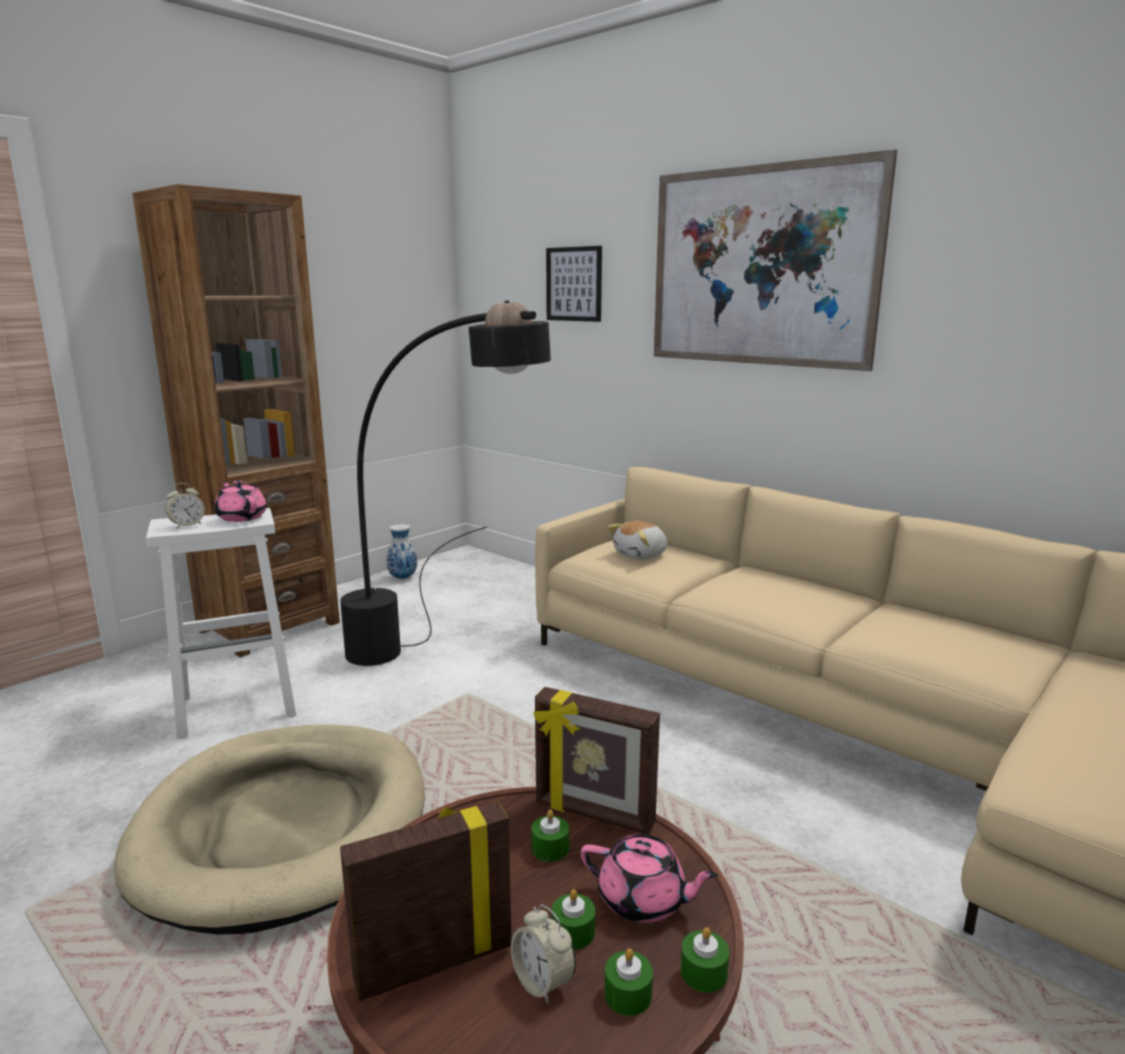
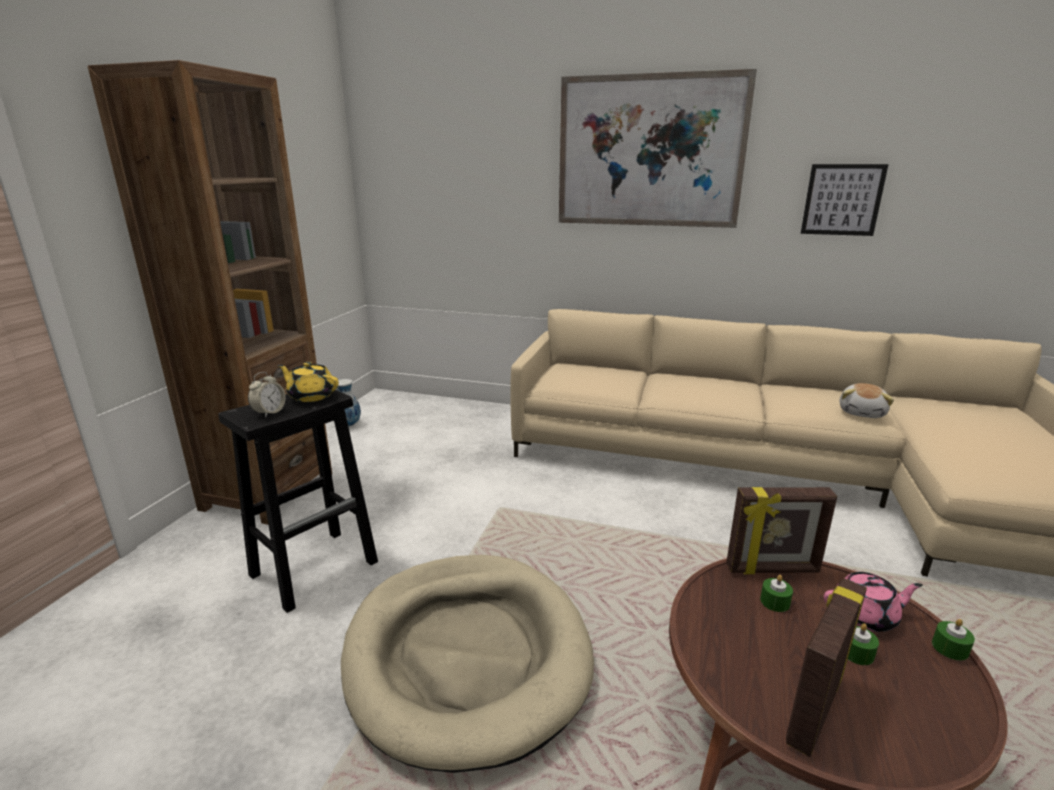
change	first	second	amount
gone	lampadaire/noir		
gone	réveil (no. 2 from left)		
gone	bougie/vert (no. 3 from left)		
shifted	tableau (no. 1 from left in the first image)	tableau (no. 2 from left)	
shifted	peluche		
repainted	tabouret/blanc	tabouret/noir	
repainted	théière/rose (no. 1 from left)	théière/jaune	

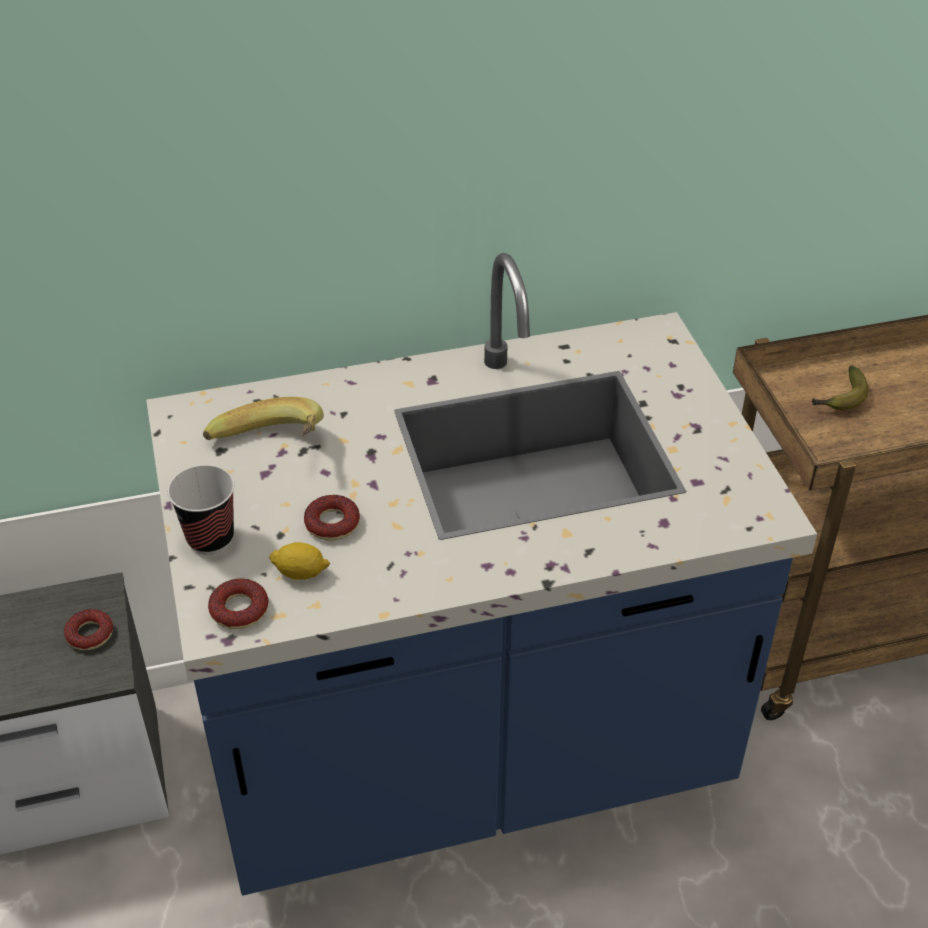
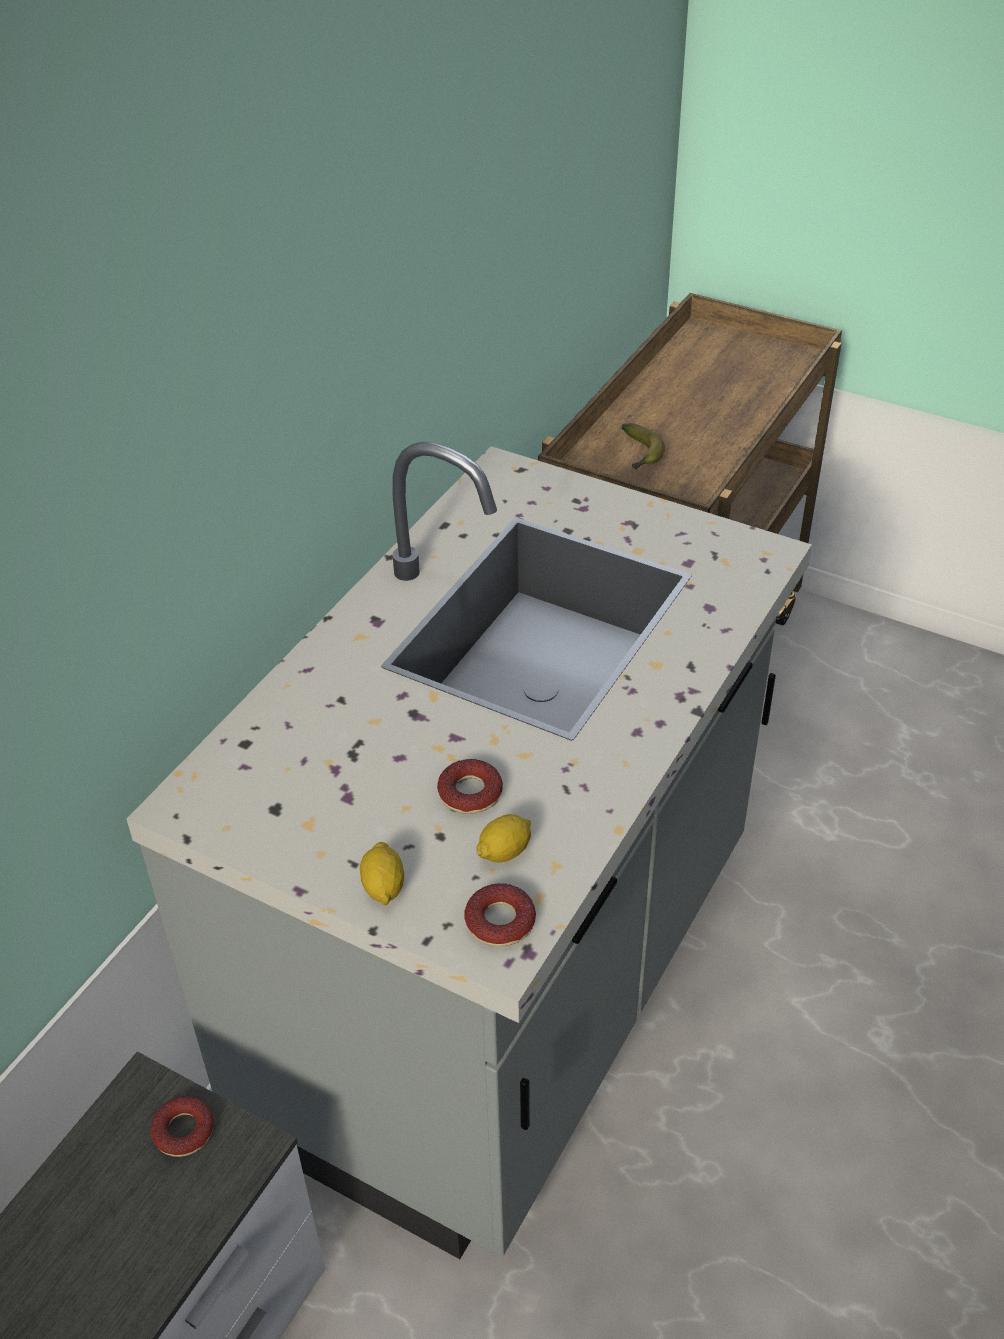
change	first	second	amount
gone	banane (no. 1 from left)		
swapped	tasse	citron (no. 1 from left)	
repainted	comptoir de cuisine/bleu	comptoir de cuisine/gris	

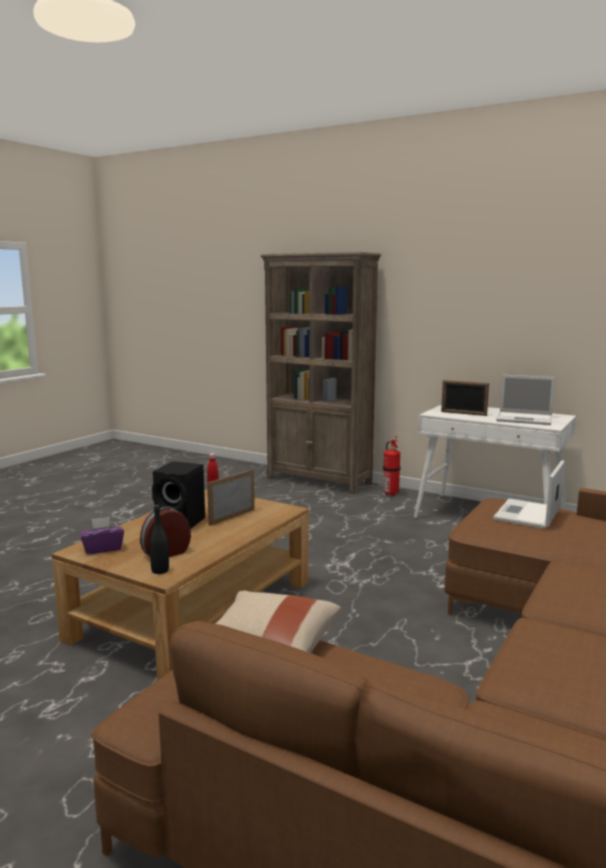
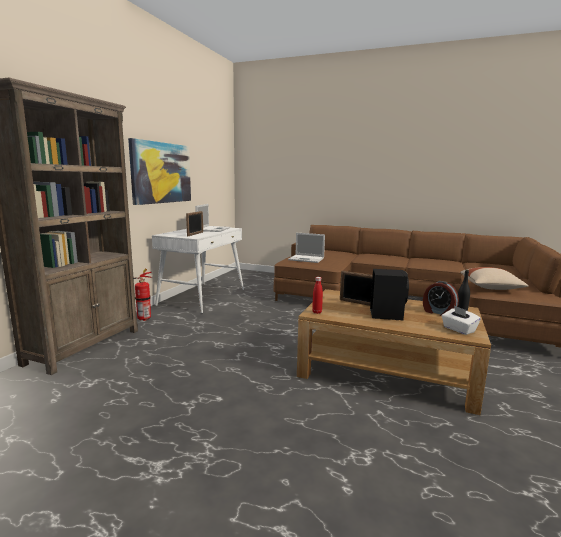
change	first	second	amount
new		tableau	
repainted	boîte à mouchoirs/violet	boîte à mouchoirs/blanc	

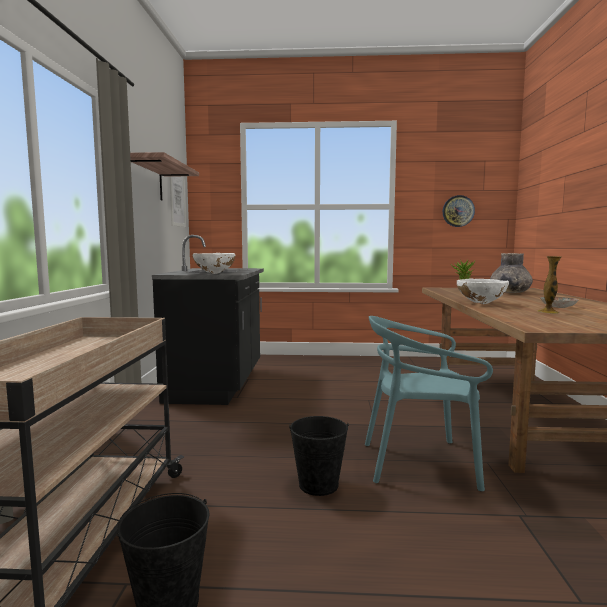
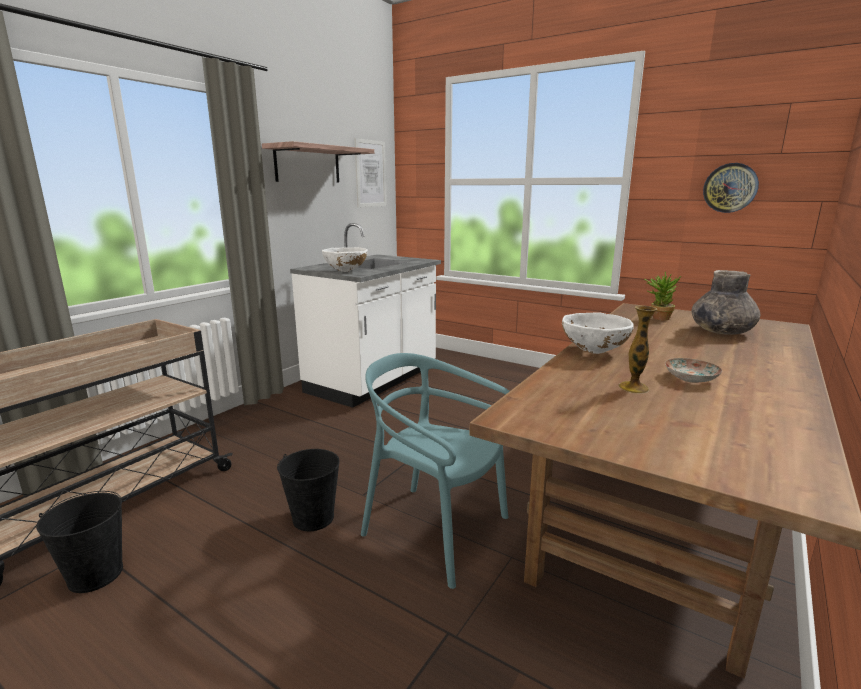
change	first	second	amount
repainted	comptoir de cuisine/noir	comptoir de cuisine/blanc	

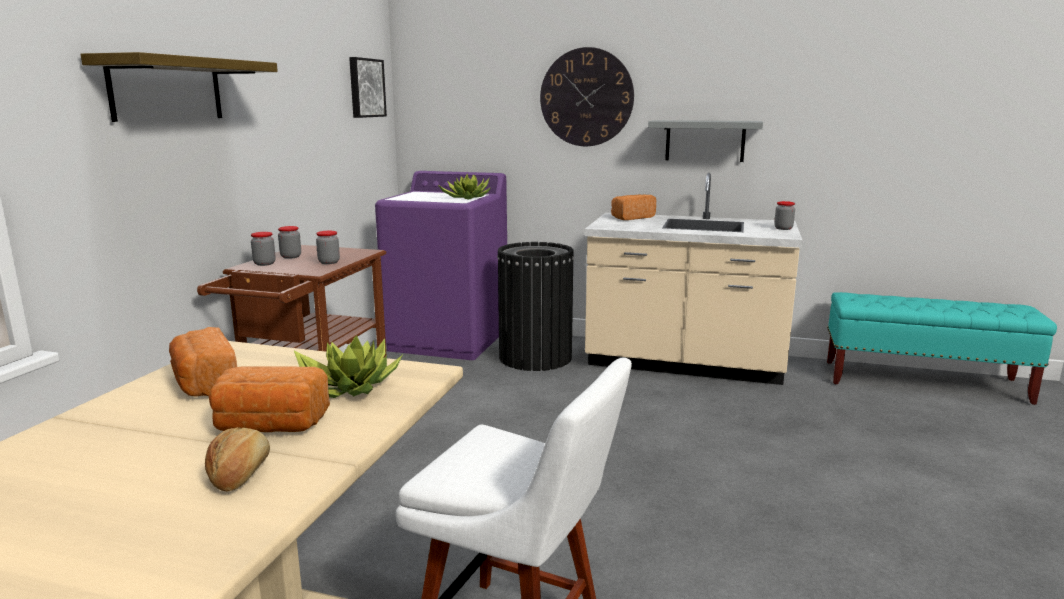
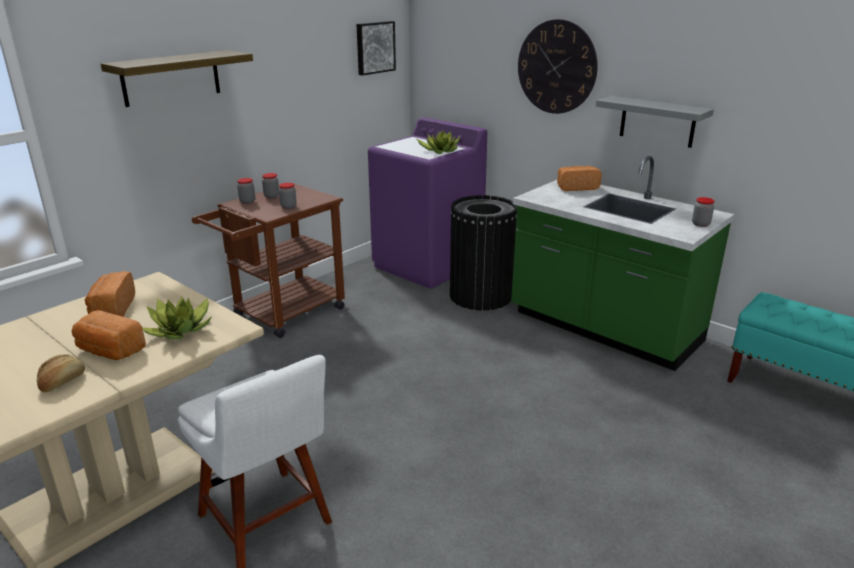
change	first	second	amount
repainted	comptoir de cuisine/beige	comptoir de cuisine/vert	

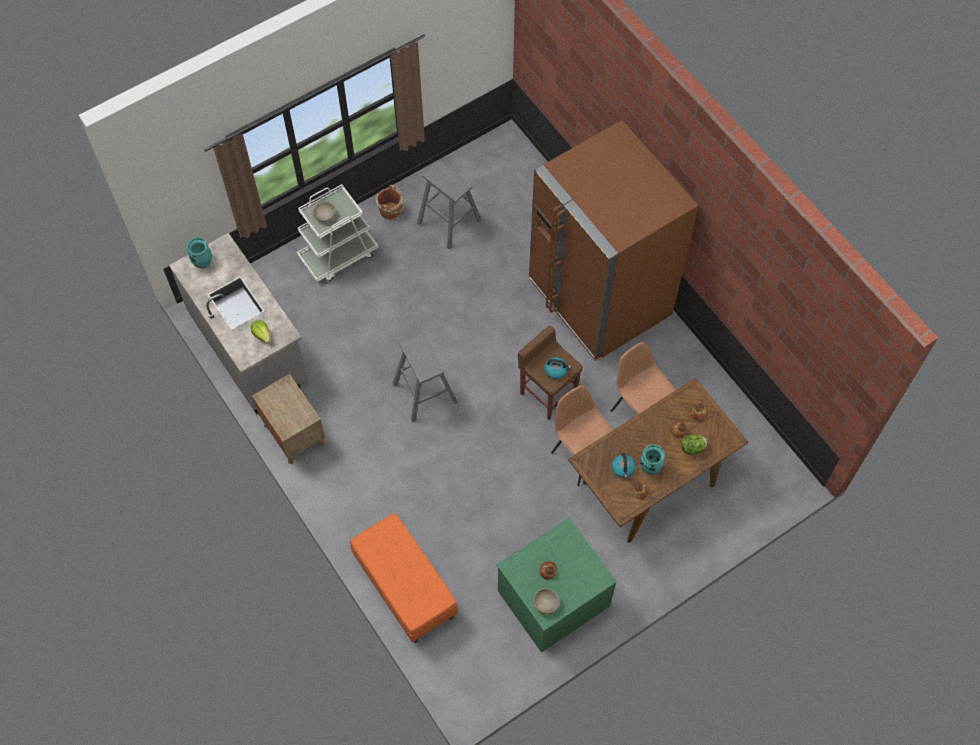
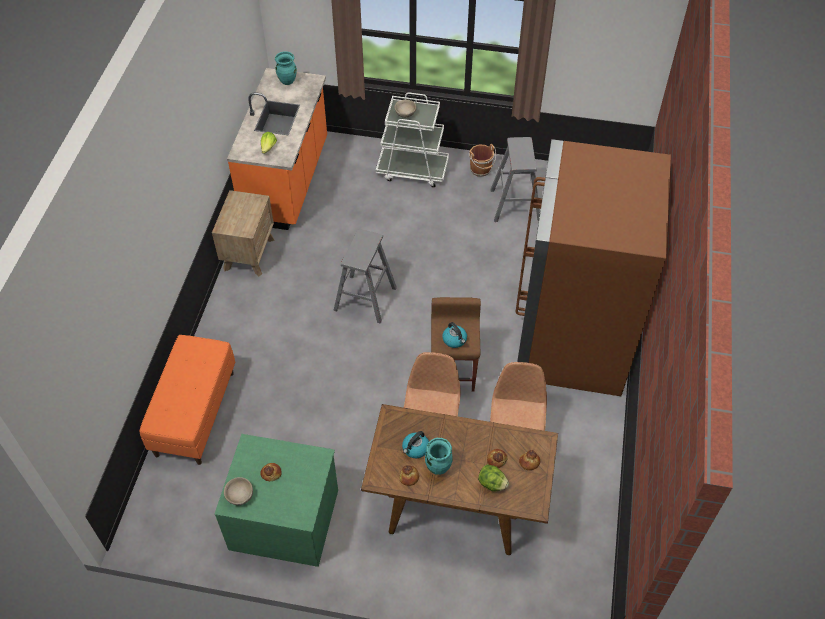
change	first	second	amount
repainted	comptoir de cuisine/gris	comptoir de cuisine/orange	

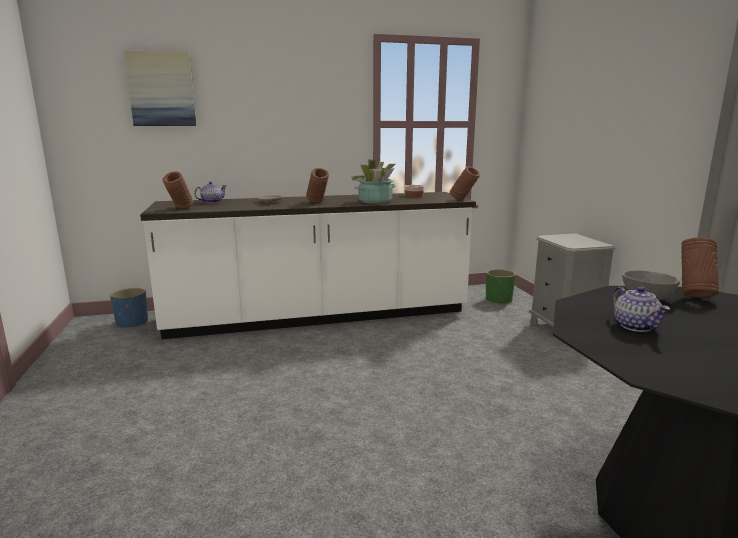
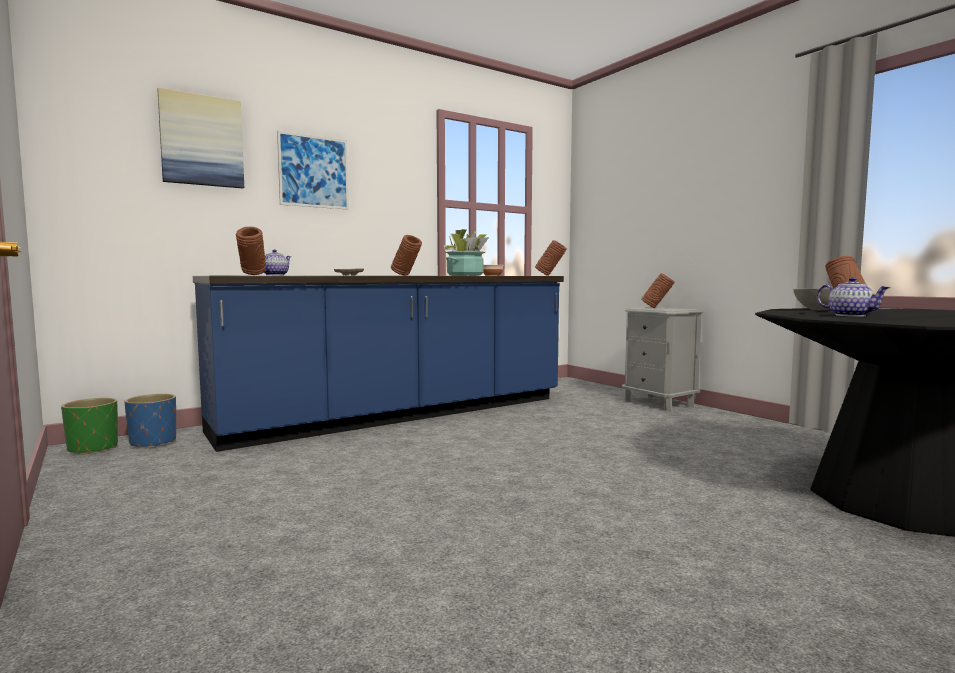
change	first	second	amount
new		tableau (no. 2 from left)	
new		vase/marron (no. 4 from left)	
shifted	cache-pot/vert		
repainted	comptoir de cuisine/blanc	comptoir de cuisine/bleu	

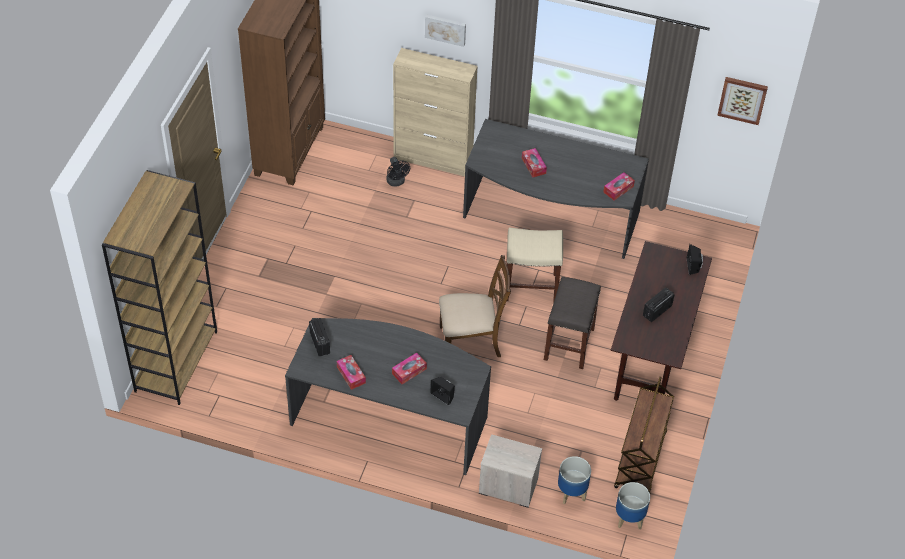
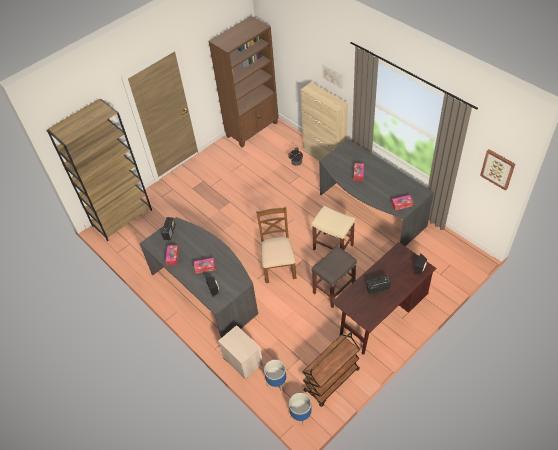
change	first	second	amount
rotated	chaise/marron		120 degrees counterclockwise

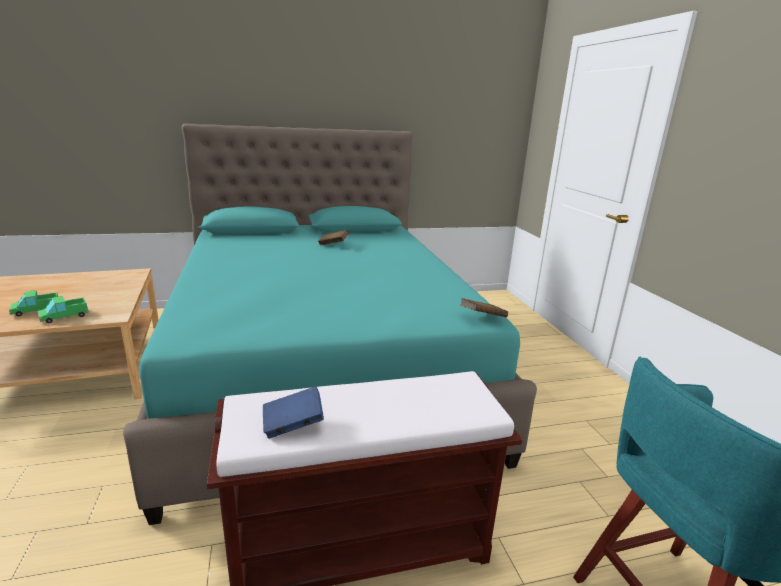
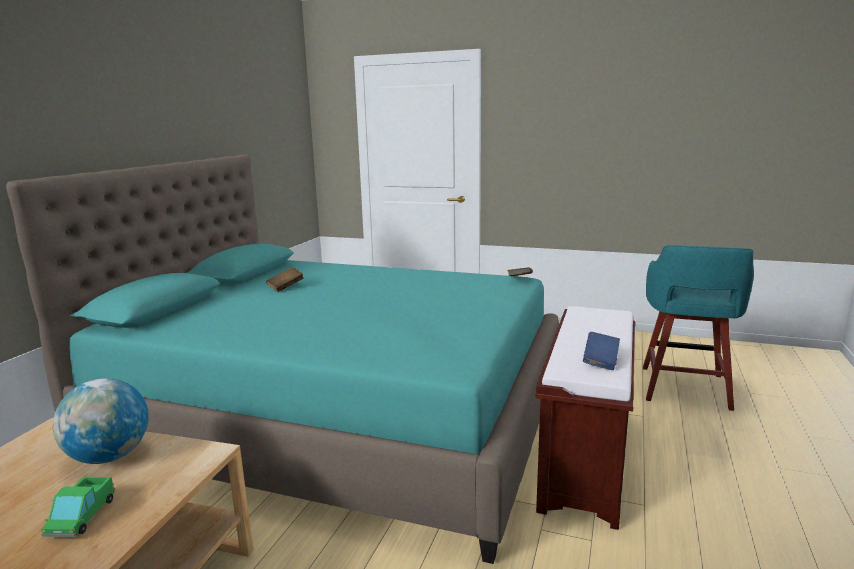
change	first	second	amount
gone	camion jouet (no. 2 from left)		
new		globe	

